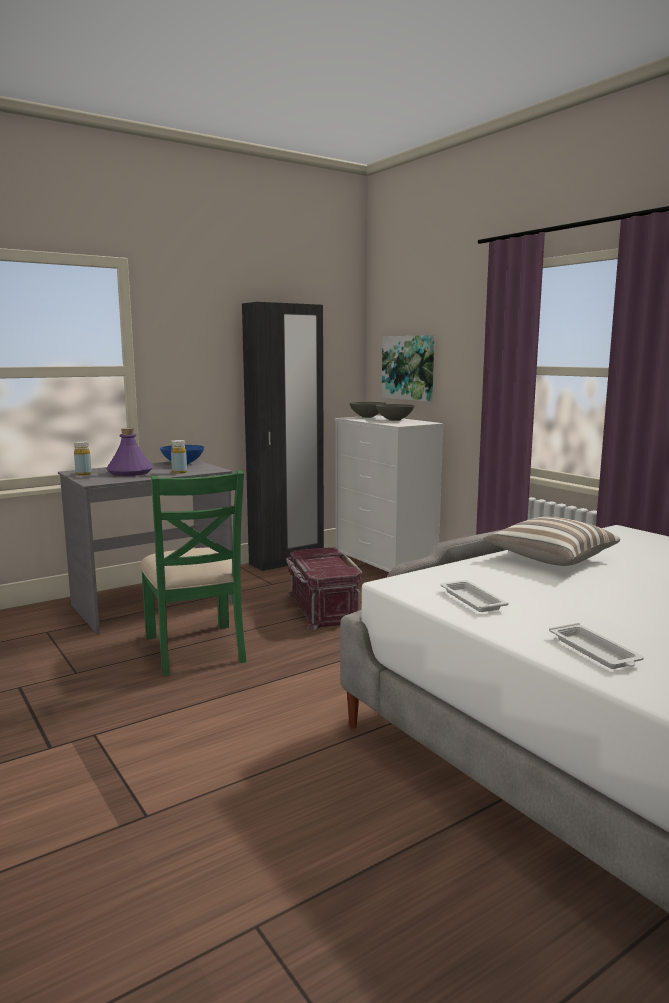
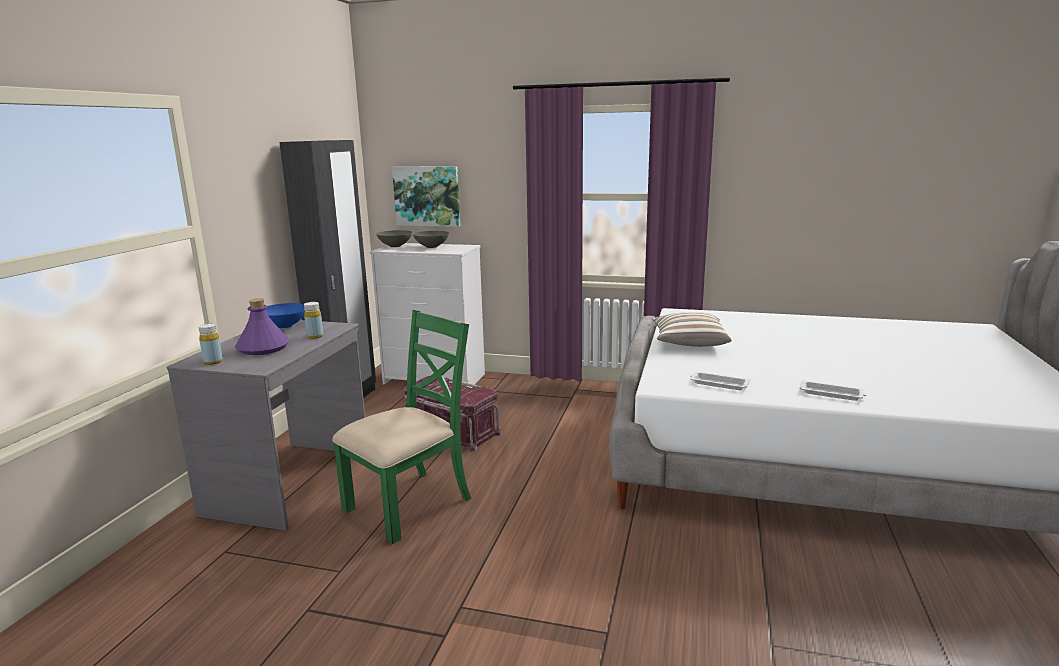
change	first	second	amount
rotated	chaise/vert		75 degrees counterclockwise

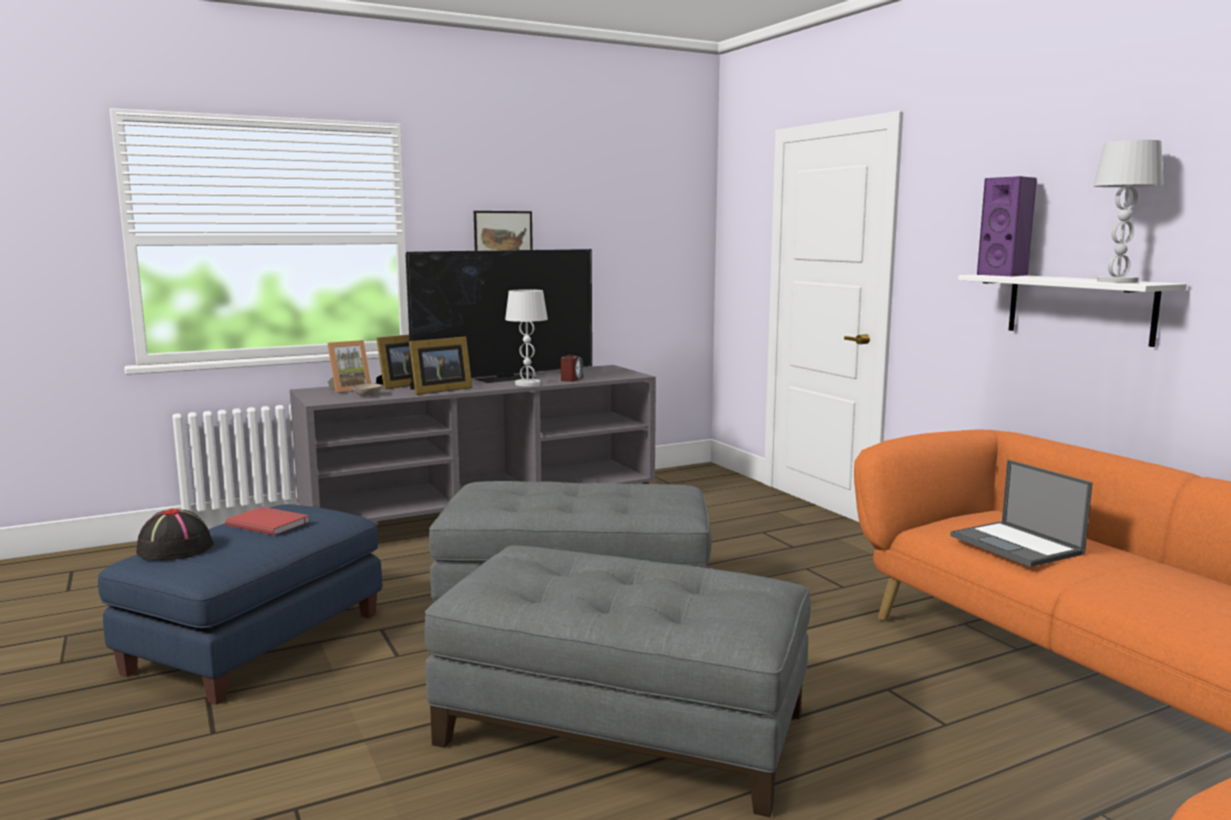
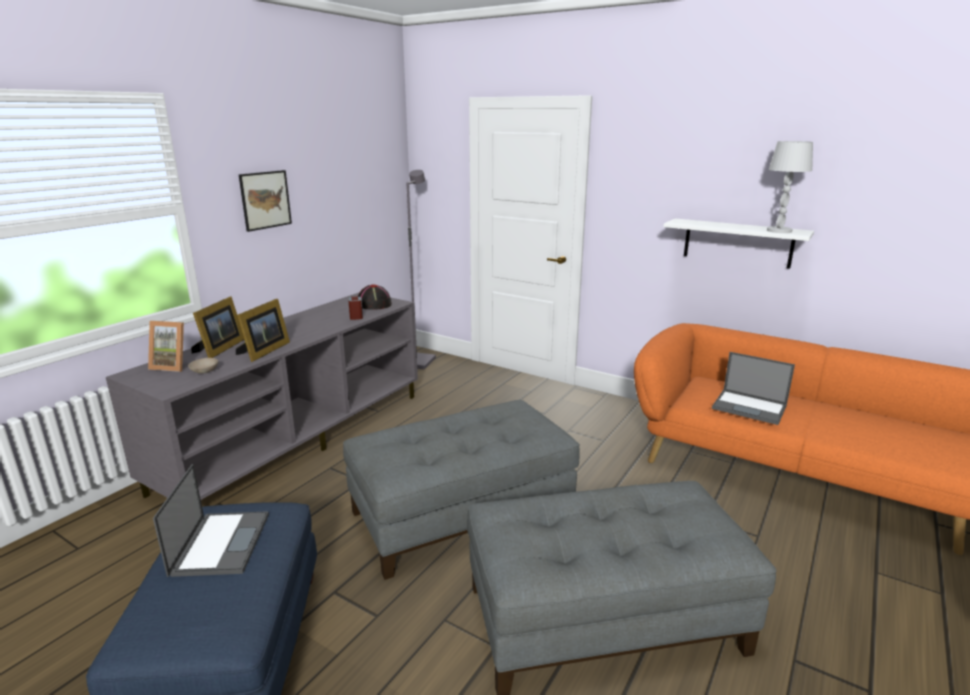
change	first	second	amount
gone	téléviseur		
gone	lampe de table/blanc (no. 1 from left)		
gone	enceinte/violet		
new		lampadaire/gris	
shifted	chapeau/noir		
swapped	livre/rouge	ordinateur portable (no. 1 from left)	
rotated	cadre photo (no. 1 from left)		75 degrees clockwise

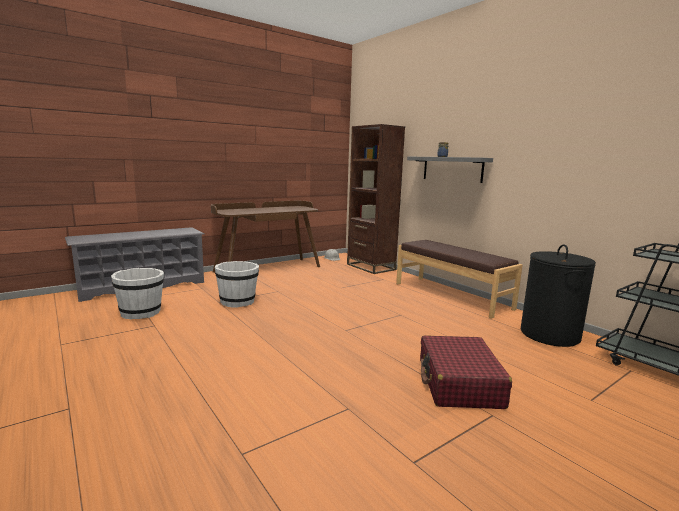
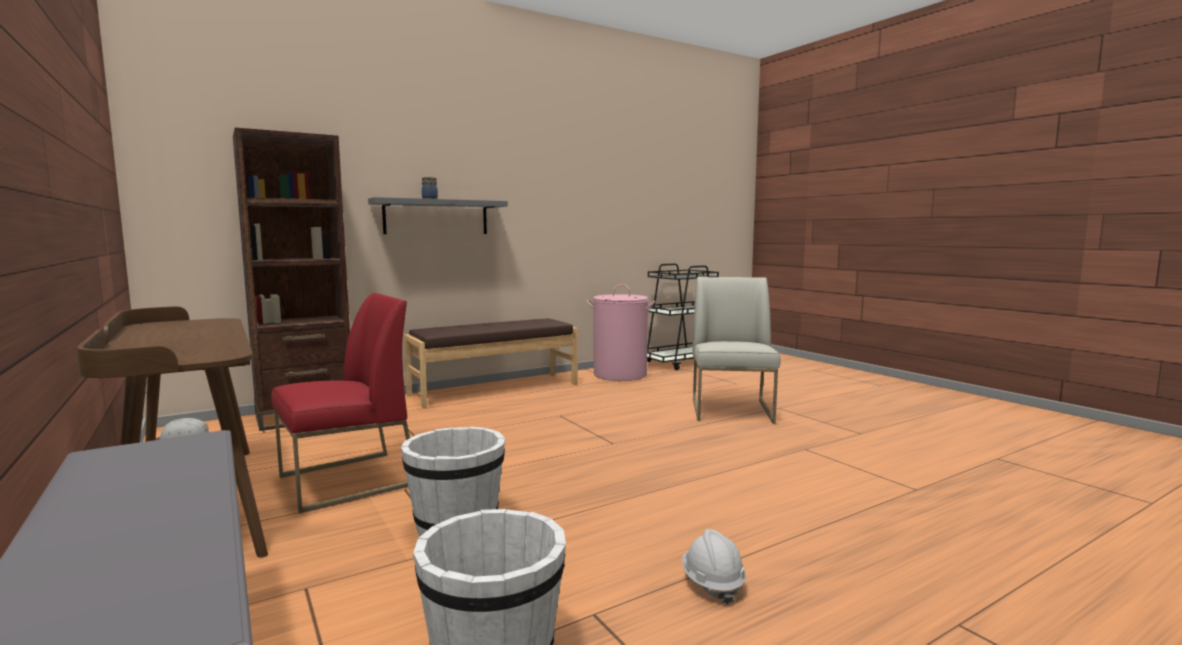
change	first	second	amount
new		chaise/rouge	
new		casque de chantier/blanc (no. 2 from left)	
swapped	valise/rouge	chaise/blanc	
repainted	panier à linge/noir	panier à linge/rose	

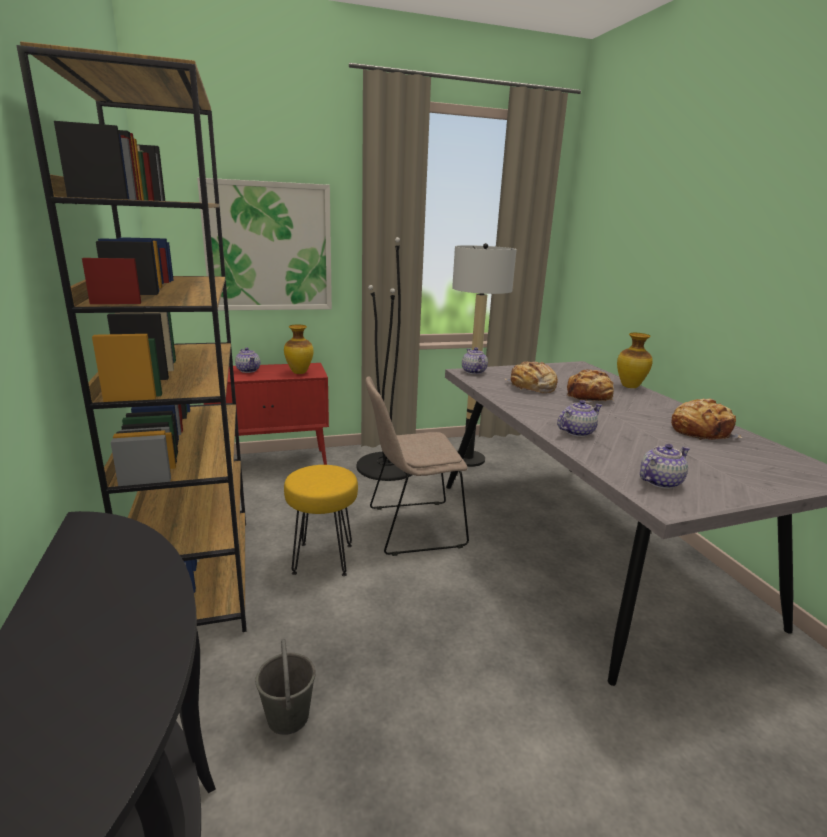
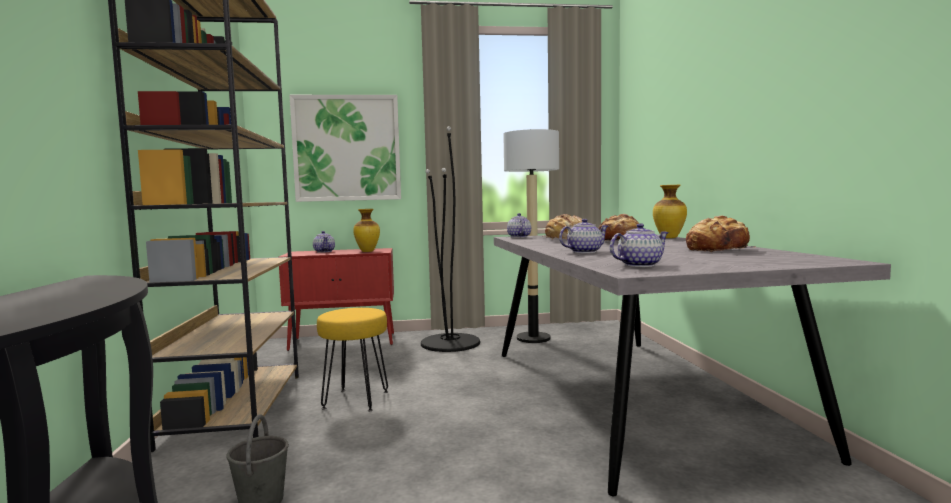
change	first	second	amount
gone	chaise/beige		

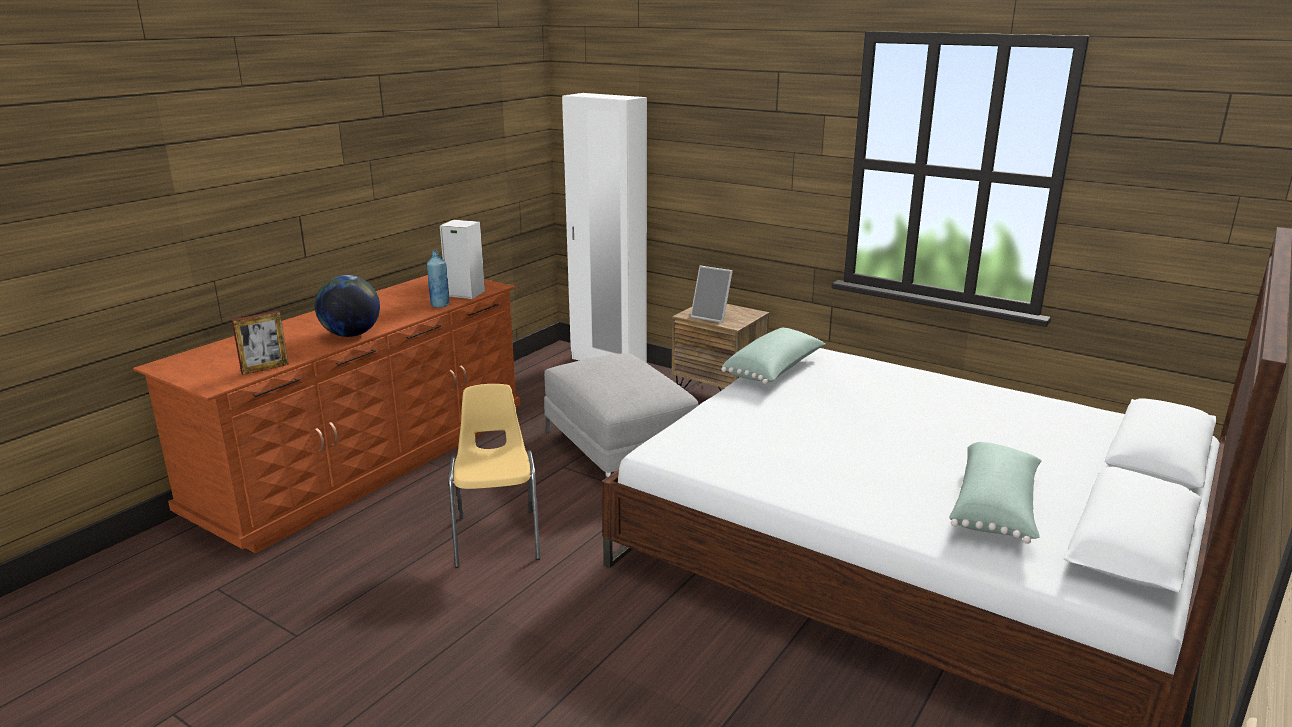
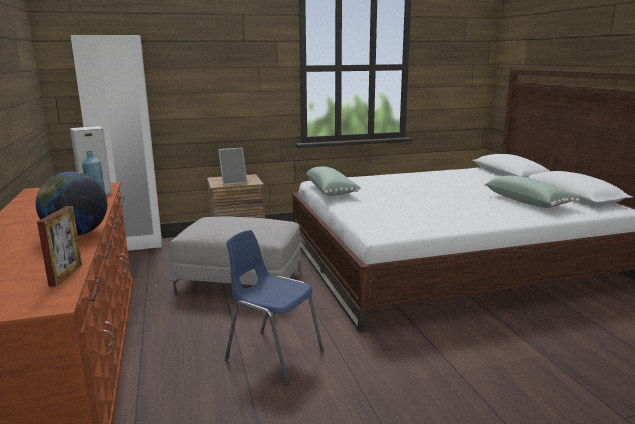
change	first	second	amount
repainted	chaise/jaune	chaise/bleu	

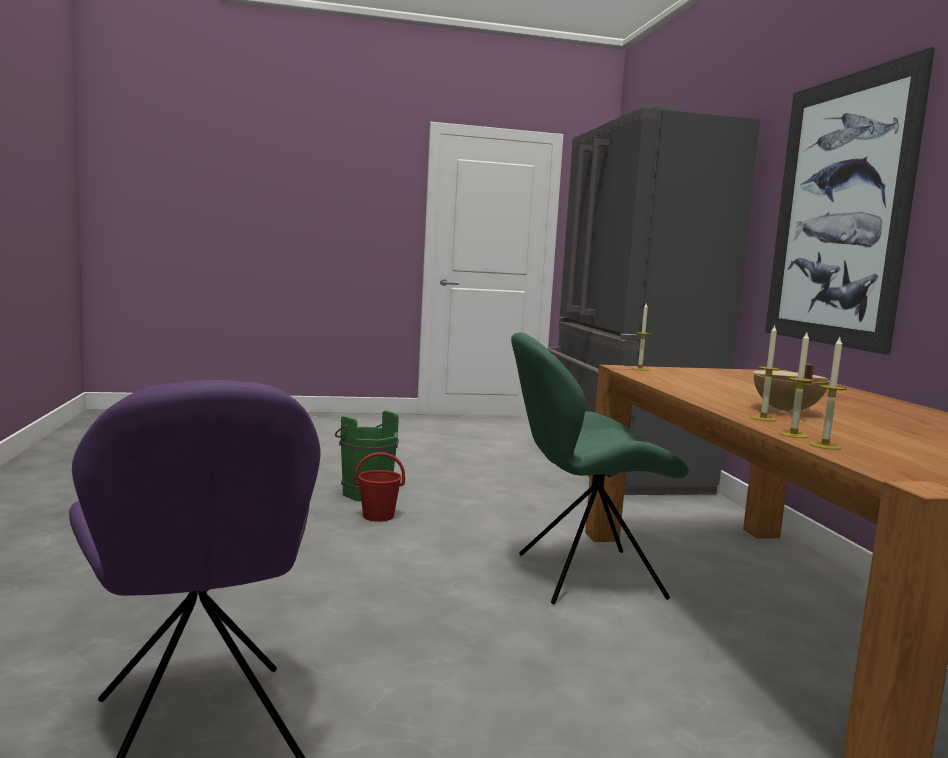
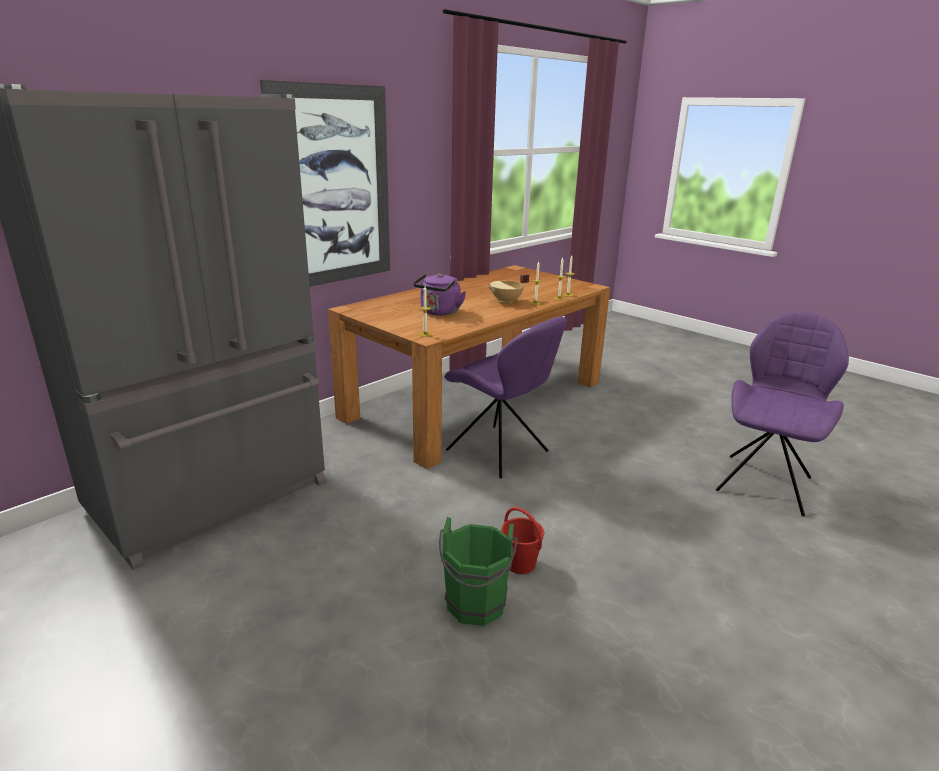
change	first	second	amount
new		bouilloire/violet	
repainted	chaise/vert	chaise/violet (no. 1 from left)	

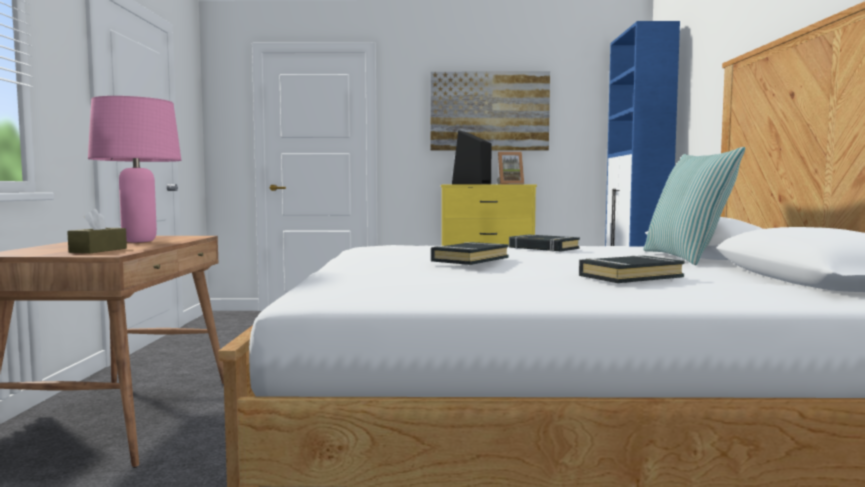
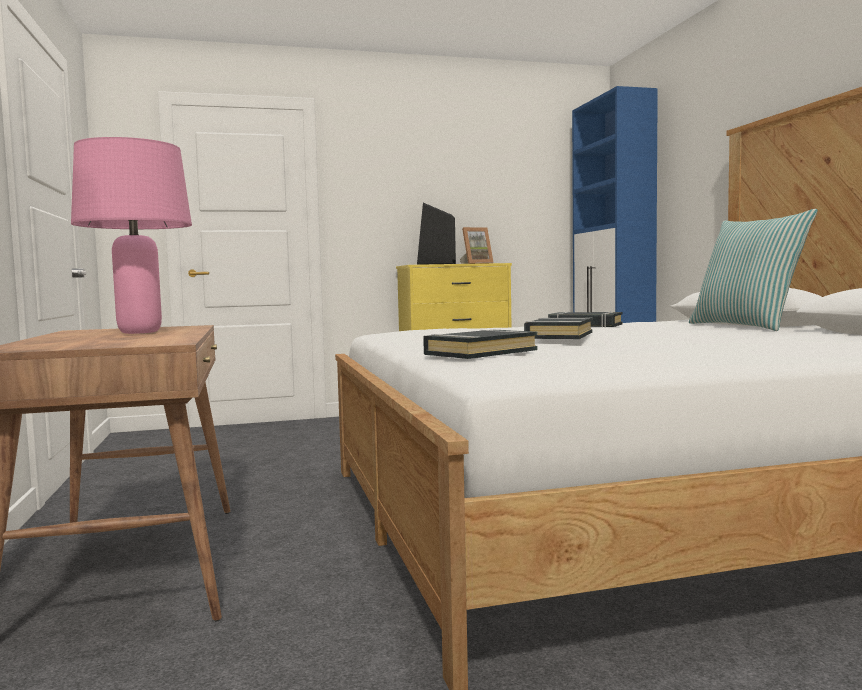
change	first	second	amount
gone	boîte à mouchoirs/marron		
gone	tableau		
shifted	livre/noir (no. 3 from left in the first image)	livre/noir (no. 1 from left)	

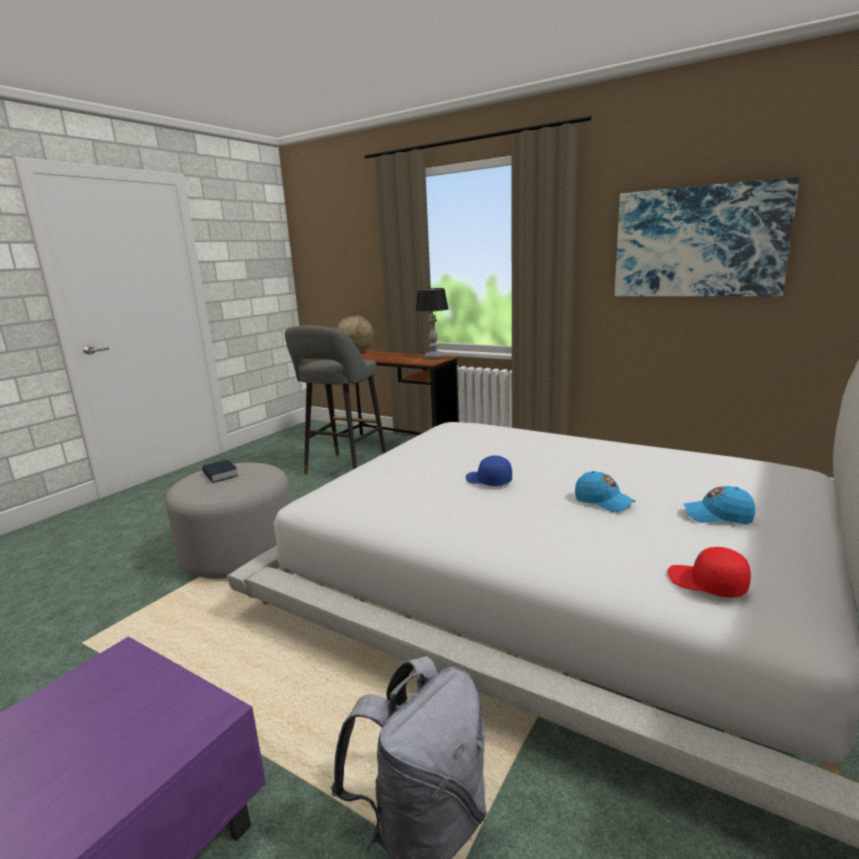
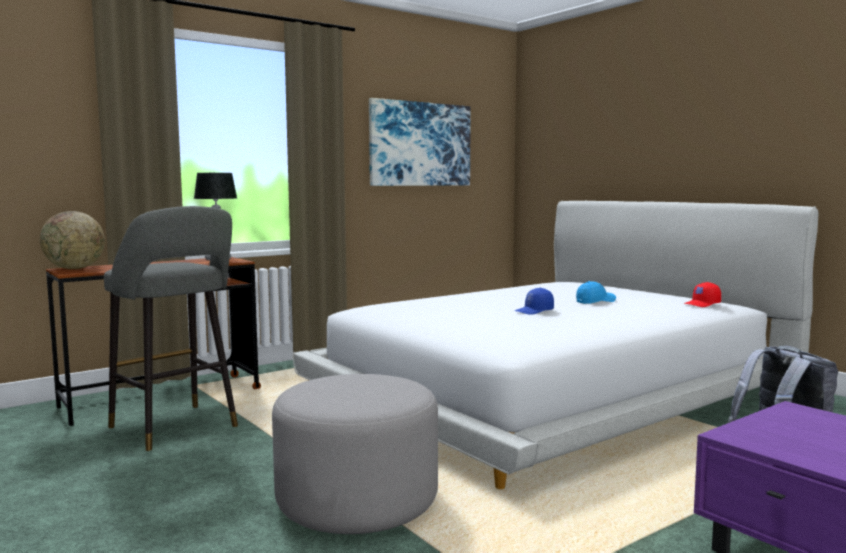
change	first	second	amount
gone	livre		
gone	casquette/bleu (no. 3 from left)		

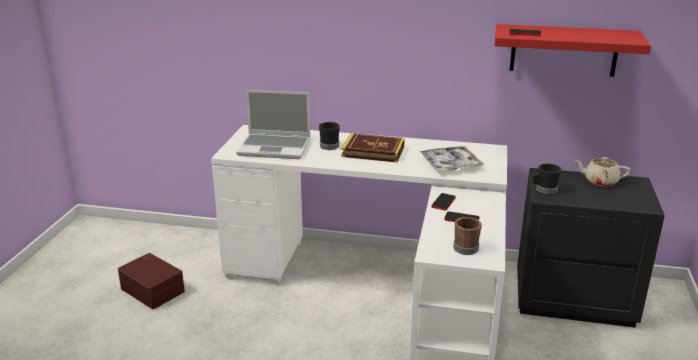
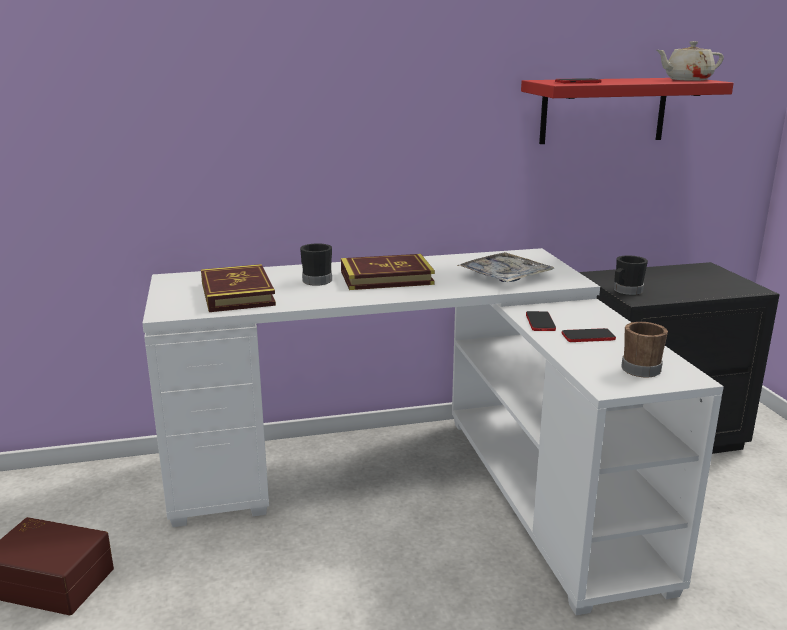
change	first	second	amount
shifted	théière/beige		
swapped	ordinateur portable	livre (no. 1 from left)	

